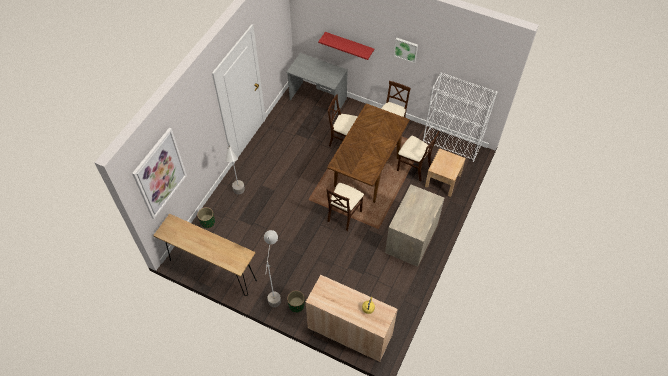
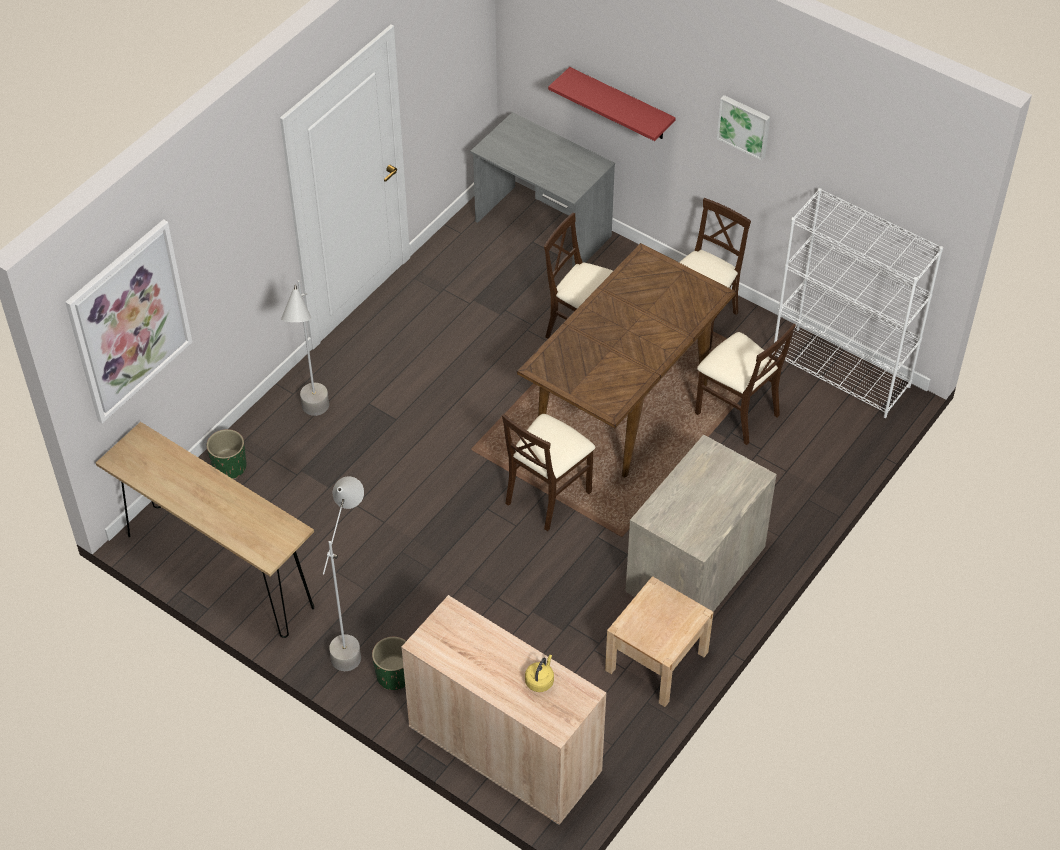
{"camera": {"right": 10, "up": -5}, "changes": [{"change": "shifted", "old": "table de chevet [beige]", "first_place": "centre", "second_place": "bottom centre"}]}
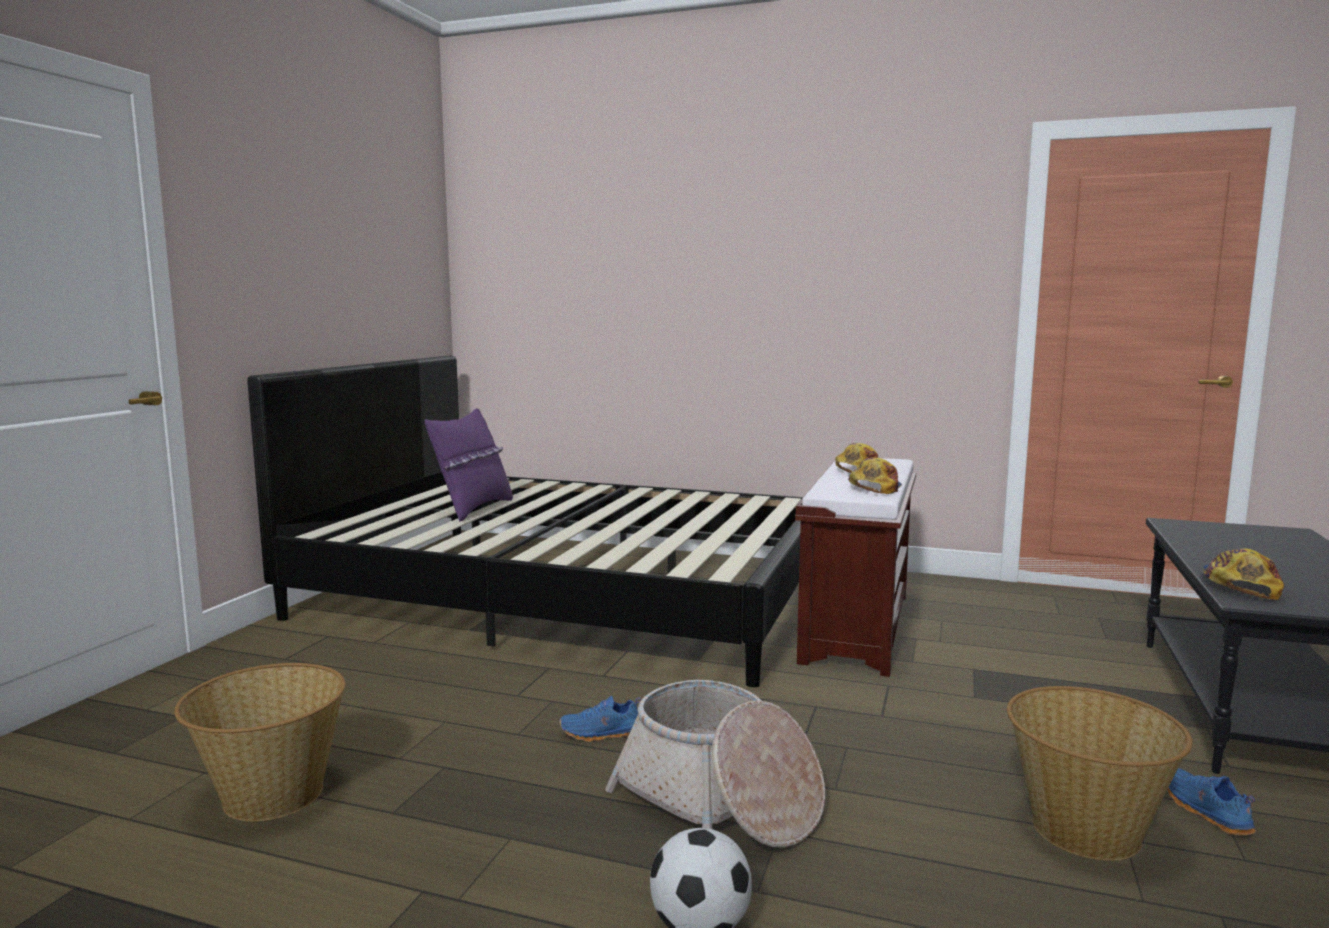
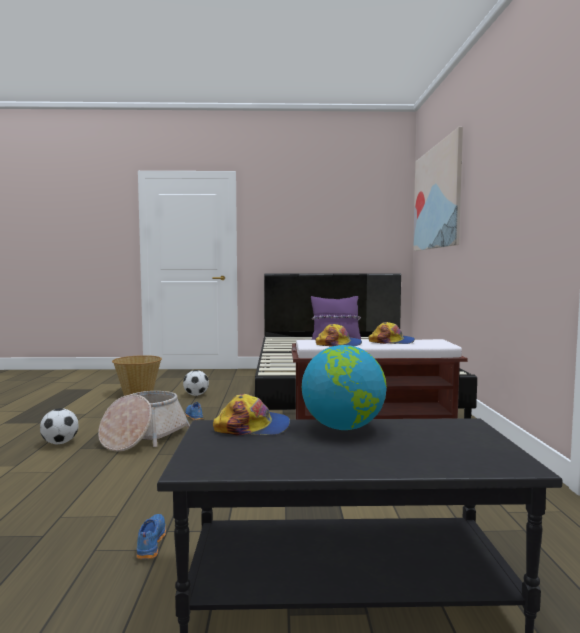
{"camera": {"right": 70, "up": -5}, "changes": [{"change": "gone", "old": "panier (no. 3 from left)", "first_place": "bottom right"}, {"change": "rotated", "old": "chaussure [bleu] (no. 2 from left in the first image)", "first_place": "bottom right", "second_place": "bottom left", "degrees": -60}, {"change": "new", "new": "tableau", "second_place": "top right"}, {"change": "new", "new": "globe", "second_place": "centre"}, {"change": "new", "new": "ballon de foot (no. 2 from left)", "second_place": "centre"}]}
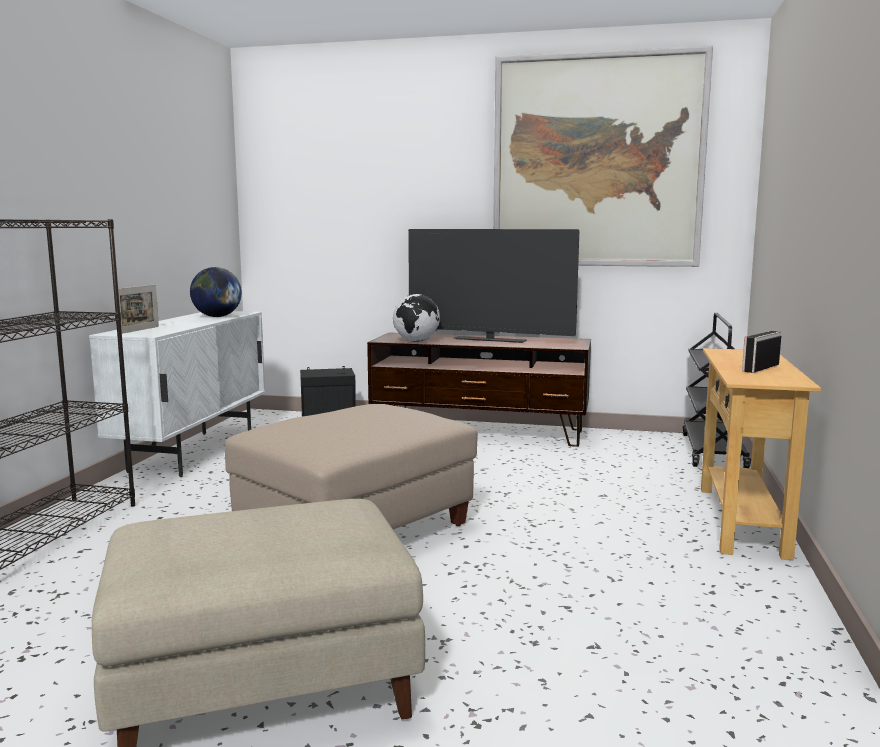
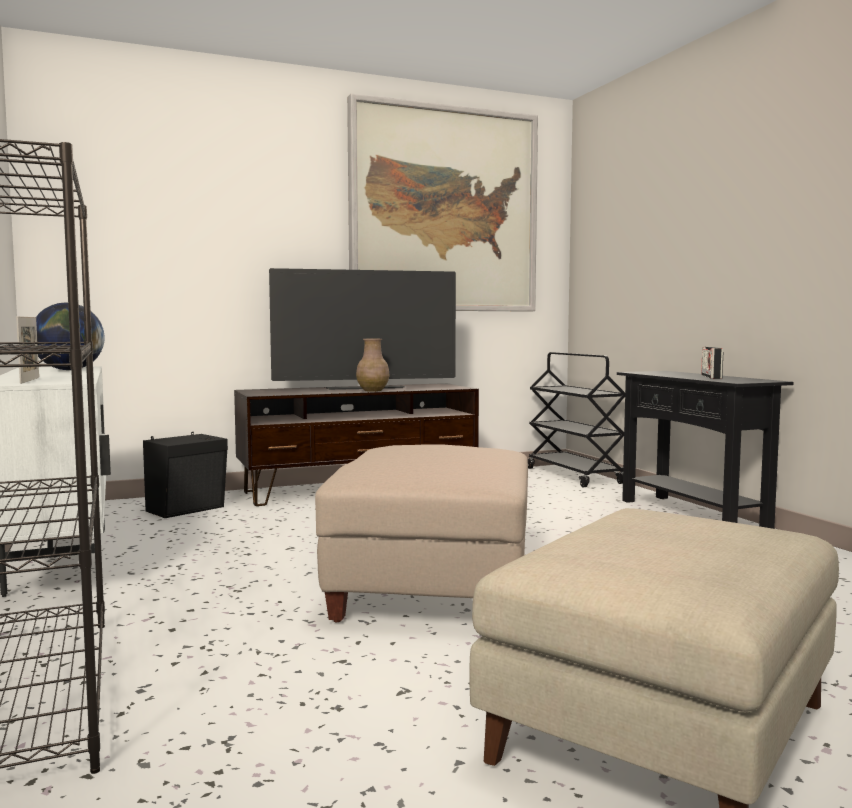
{"camera": {"right": -35, "up": -5}, "changes": [{"change": "gone", "old": "globe (no. 2 from left)", "first_place": "centre"}, {"change": "repainted", "old": "table console [beige]", "new": "table console [noir]", "first_place": "middle right", "second_place": "middle right"}, {"change": "new", "new": "vase [marron]", "second_place": "centre"}]}
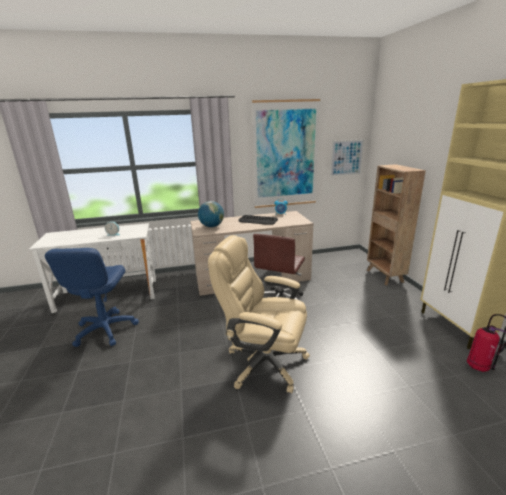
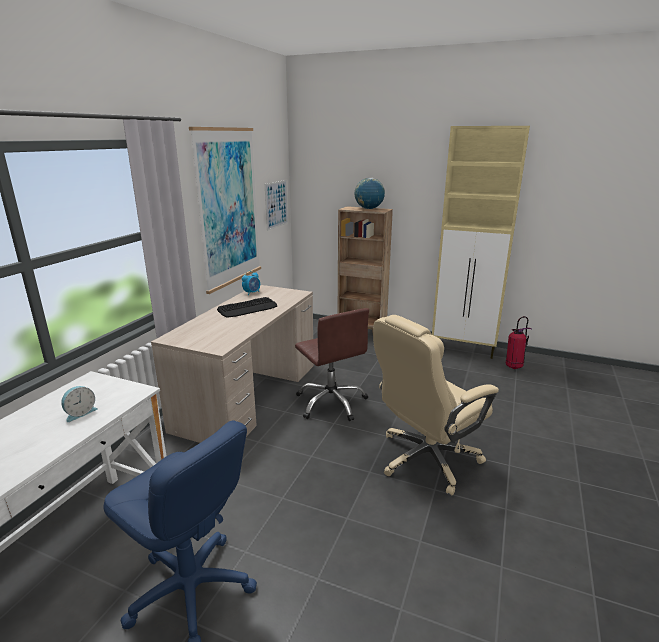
{"camera": {"right": -55, "up": 0}, "changes": [{"change": "shifted", "old": "globe", "first_place": "centre", "second_place": "top centre"}]}
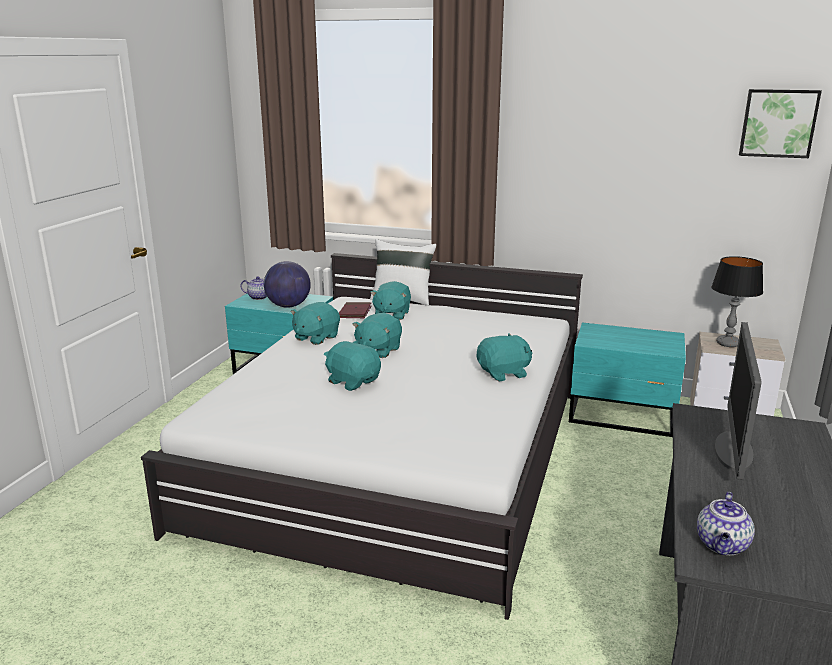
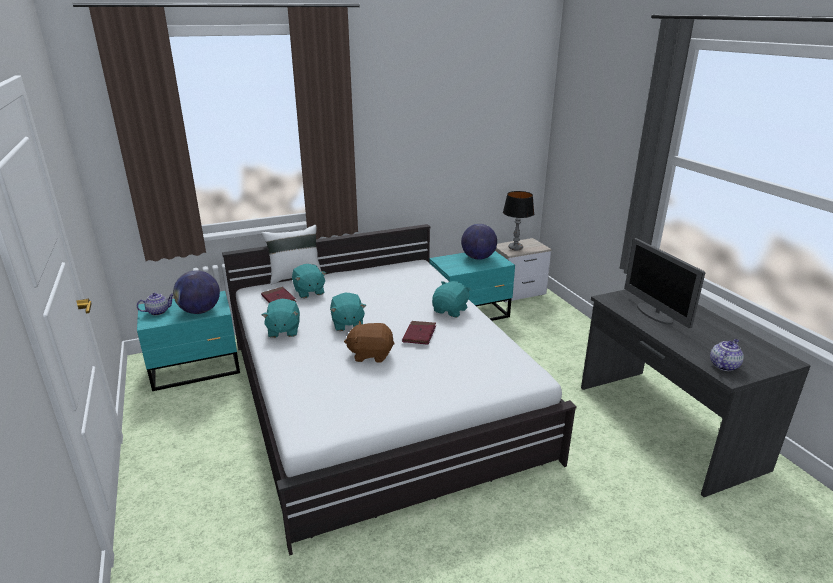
{"camera": {"right": -40, "up": 5}, "changes": [{"change": "gone", "old": "tableau", "first_place": "top right"}, {"change": "repainted", "old": "peluche [turquoise] (no. 2 from left)", "new": "peluche [marron]", "first_place": "centre", "second_place": "centre"}, {"change": "rotated", "old": "théière (no. 2 from left)", "first_place": "bottom right", "second_place": "middle right", "degrees": -120}, {"change": "new", "new": "globe (no. 2 from left)", "second_place": "centre"}, {"change": "new", "new": "livre [rouge] (no. 2 from left)", "second_place": "centre"}]}
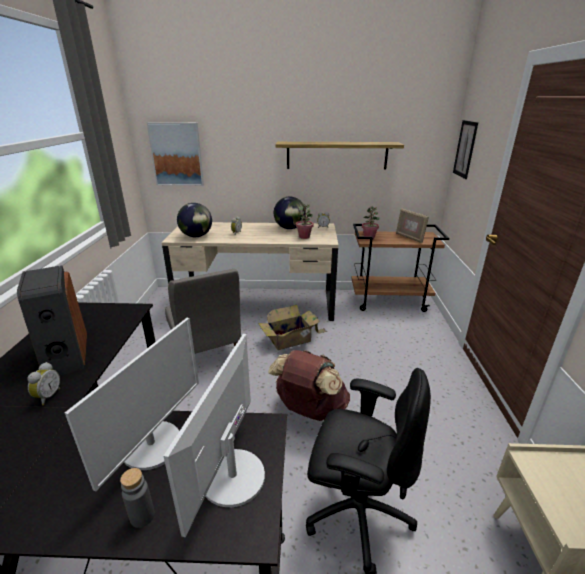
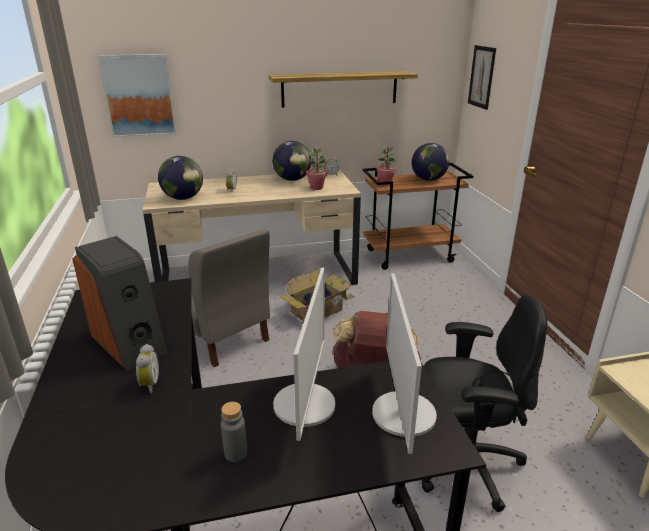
{"camera": {"right": -15, "up": 0}, "changes": [{"change": "swapped", "old": "cadre photo", "new": "globe (no. 3 from left)", "first_place": "middle right", "second_place": "top centre"}, {"change": "shifted", "old": "bouteille [gris]", "first_place": "bottom left", "second_place": "bottom centre"}]}
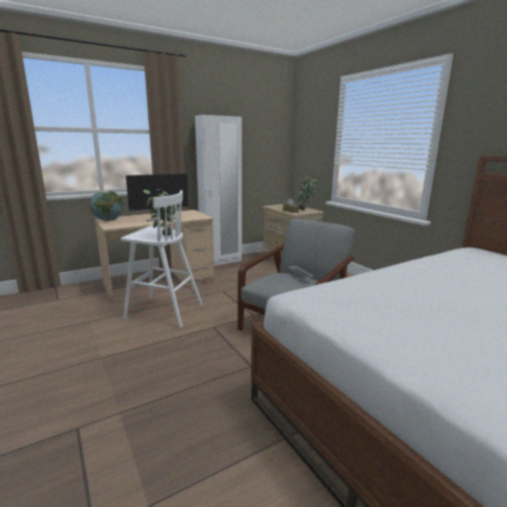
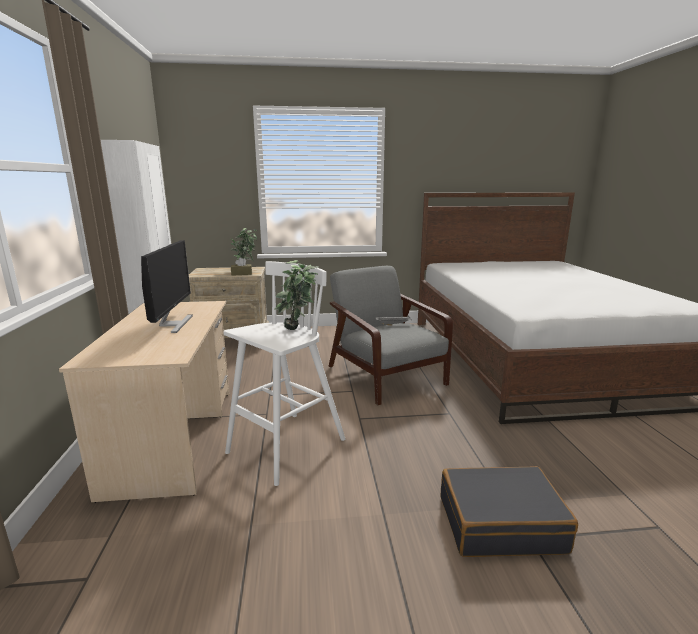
{"camera": {"right": -65, "up": 0}, "changes": [{"change": "gone", "old": "globe", "first_place": "middle left"}, {"change": "new", "new": "valise [noir]", "second_place": "bottom right"}]}
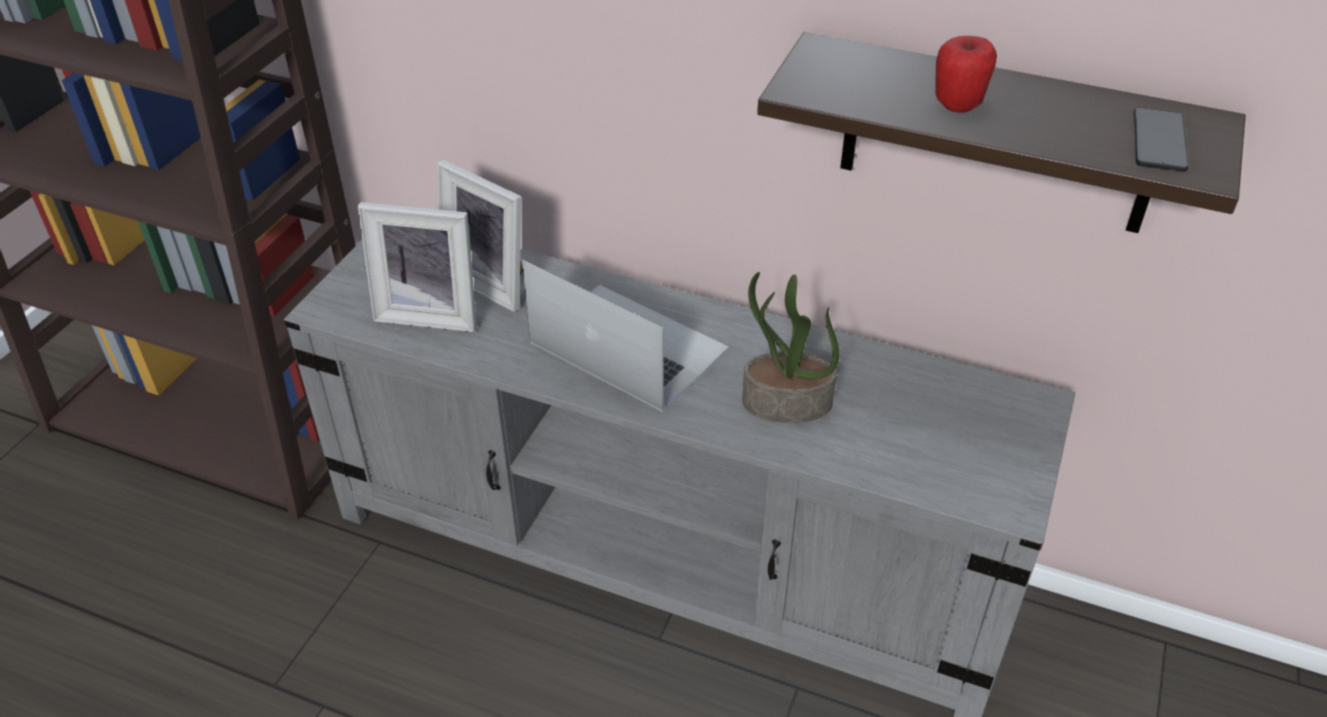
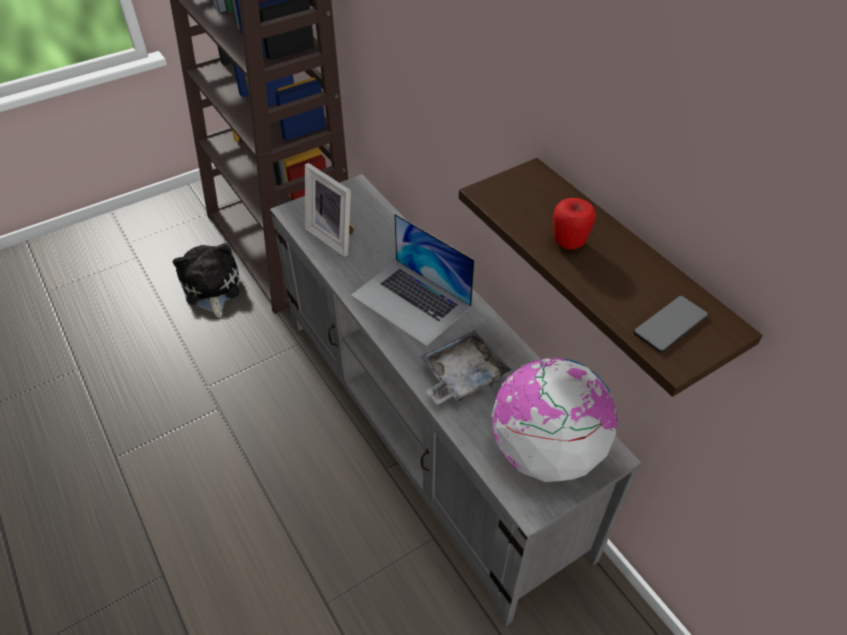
{"camera": {"right": 35, "up": 5}, "changes": [{"change": "gone", "old": "cadre photo (no. 2 from left)", "first_place": "top centre"}, {"change": "rotated", "old": "ordinateur portable", "first_place": "centre", "second_place": "centre", "degrees": 150}, {"change": "swapped", "old": "plante en pot", "new": "plateau [gris]", "first_place": "centre", "second_place": "centre"}, {"change": "new", "new": "peluche", "second_place": "middle left"}, {"change": "new", "new": "globe", "second_place": "centre"}]}
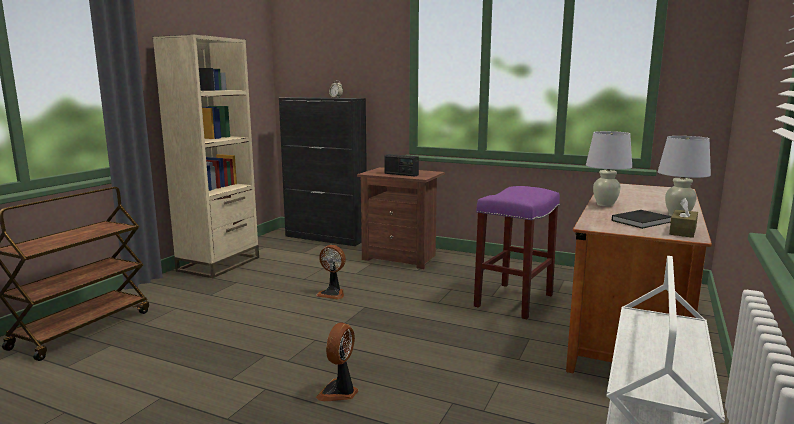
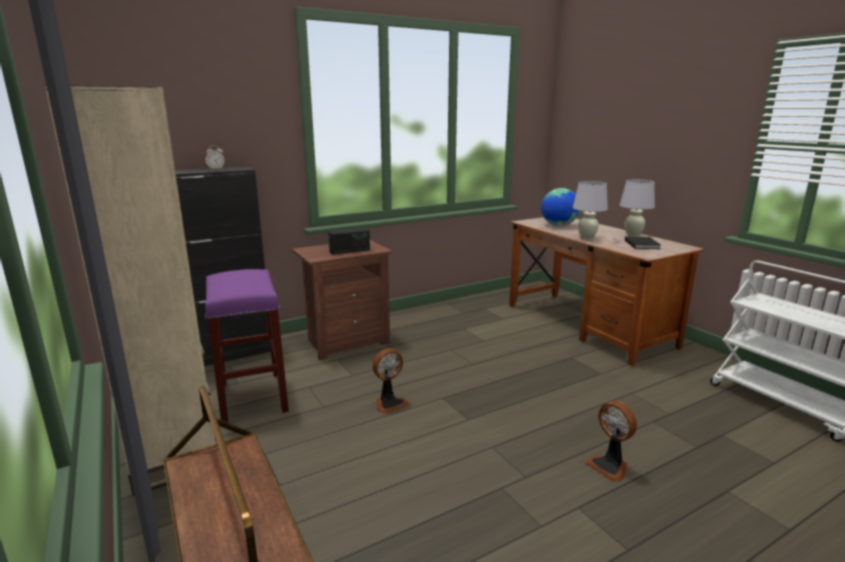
{"camera": {"right": -55, "up": 5}, "changes": [{"change": "shifted", "old": "tabouret [violet]", "first_place": "centre", "second_place": "middle left"}, {"change": "gone", "old": "boîte à mouchoirs [marron]", "first_place": "middle right"}, {"change": "new", "new": "globe", "second_place": "centre"}]}
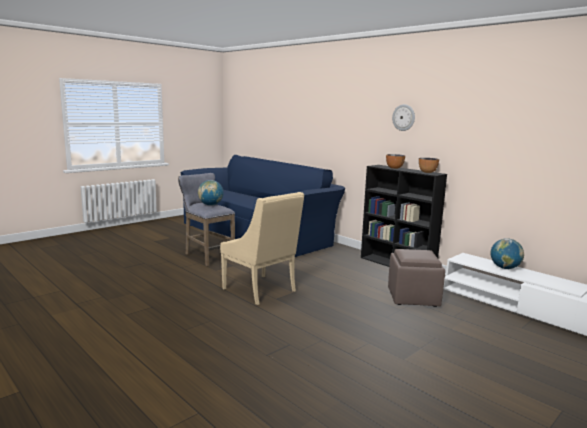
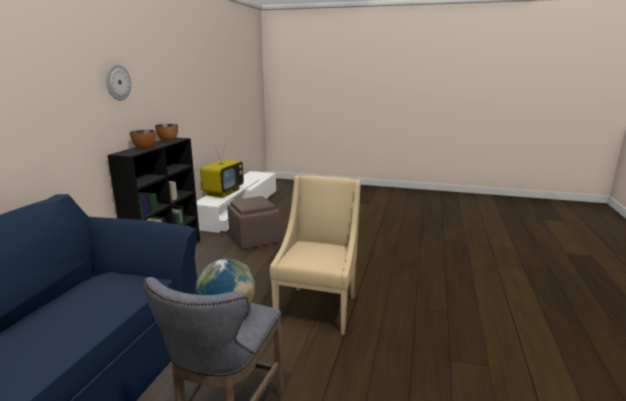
{"camera": {"right": -120, "up": 5}, "changes": [{"change": "swapped", "old": "globe (no. 2 from left)", "new": "téléviseur", "first_place": "middle right", "second_place": "centre"}]}
